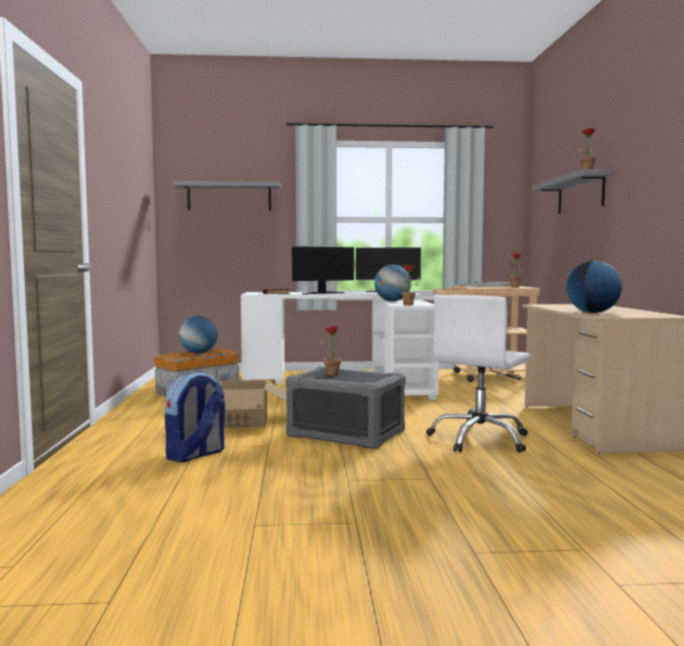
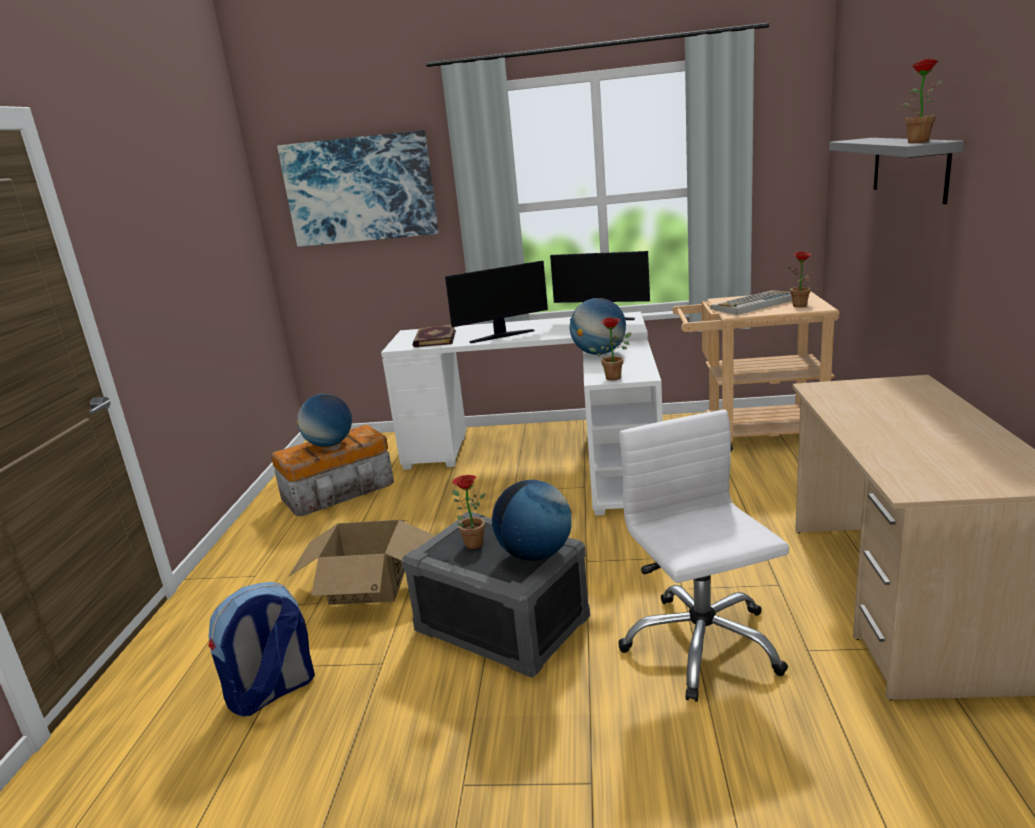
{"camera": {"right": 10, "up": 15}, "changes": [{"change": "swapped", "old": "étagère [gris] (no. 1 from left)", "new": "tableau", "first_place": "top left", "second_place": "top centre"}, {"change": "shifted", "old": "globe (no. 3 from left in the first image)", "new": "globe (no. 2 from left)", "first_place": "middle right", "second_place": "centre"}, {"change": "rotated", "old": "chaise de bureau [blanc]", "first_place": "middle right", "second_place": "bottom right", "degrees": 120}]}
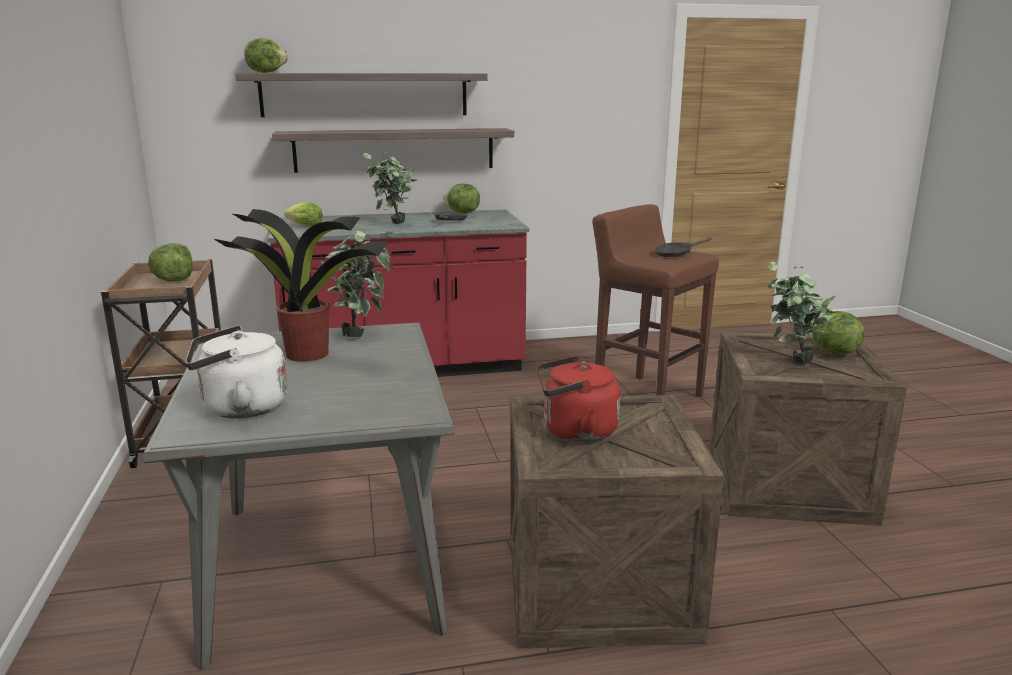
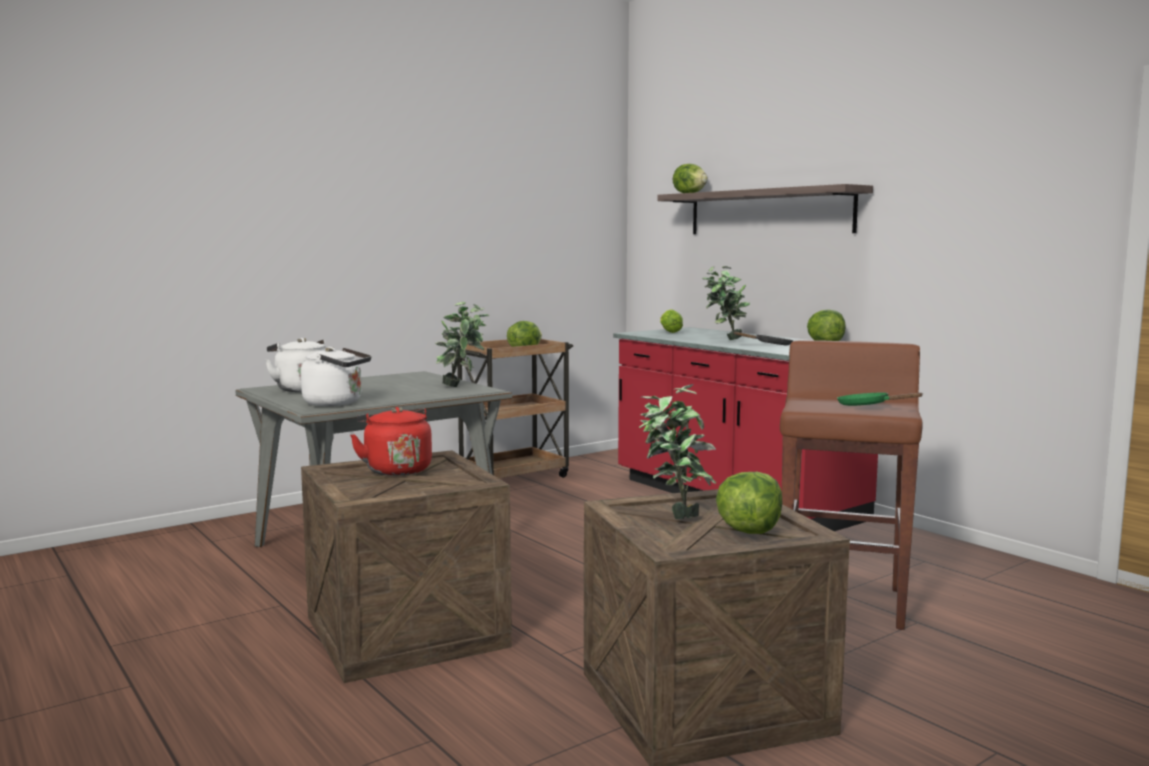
{"camera": {"right": 65, "up": -10}, "changes": [{"change": "gone", "old": "étagère (no. 2 from left)", "first_place": "top centre"}, {"change": "gone", "old": "plante en pot (no. 1 from left)", "first_place": "middle left"}, {"change": "repainted", "old": "poêle [noir] (no. 2 from left)", "new": "poêle [vert]", "first_place": "middle right", "second_place": "middle right"}, {"change": "new", "new": "bouilloire [blanc] (no. 2 from left)", "second_place": "middle left"}]}
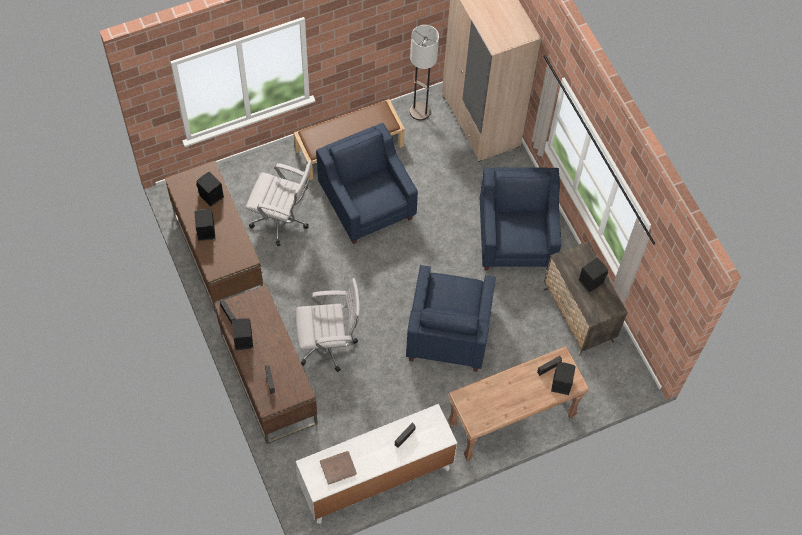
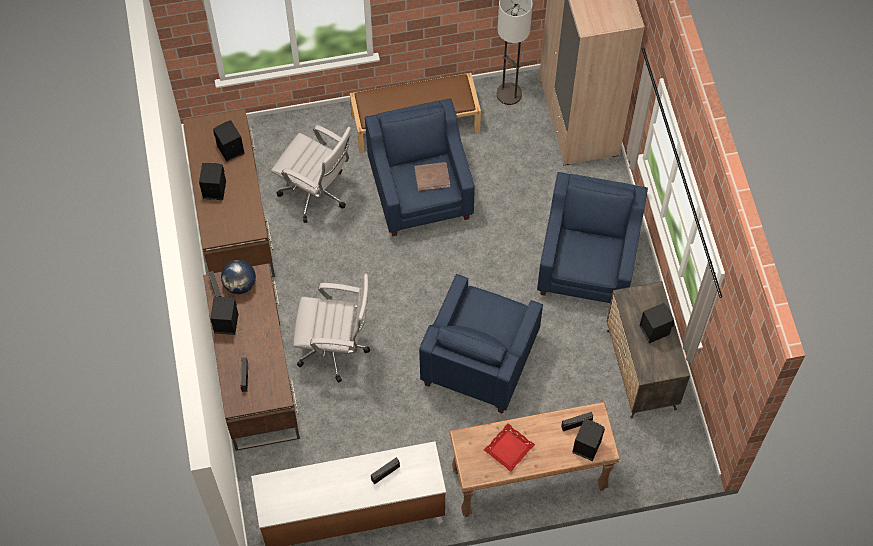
{"camera": {"right": 15, "up": 0}, "changes": [{"change": "shifted", "old": "livre [marron]", "first_place": "bottom centre", "second_place": "top centre"}, {"change": "new", "new": "globe", "second_place": "middle left"}, {"change": "new", "new": "plateau [rouge]", "second_place": "bottom centre"}]}
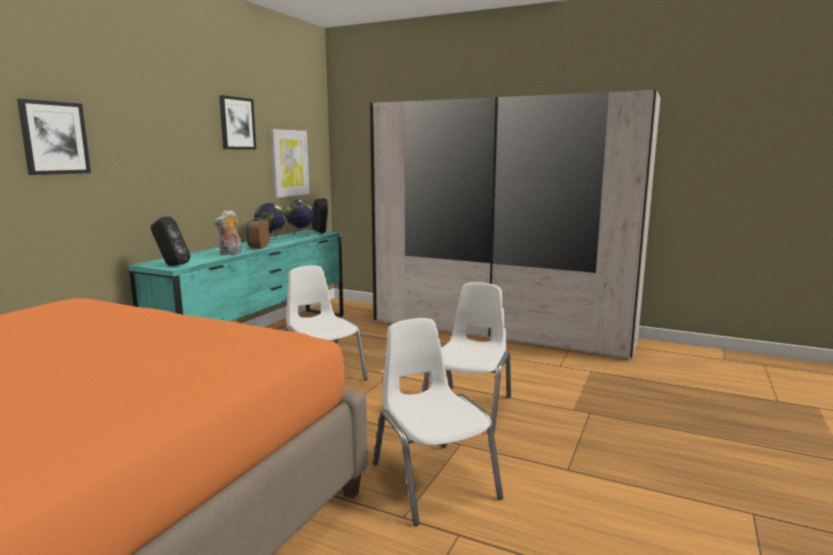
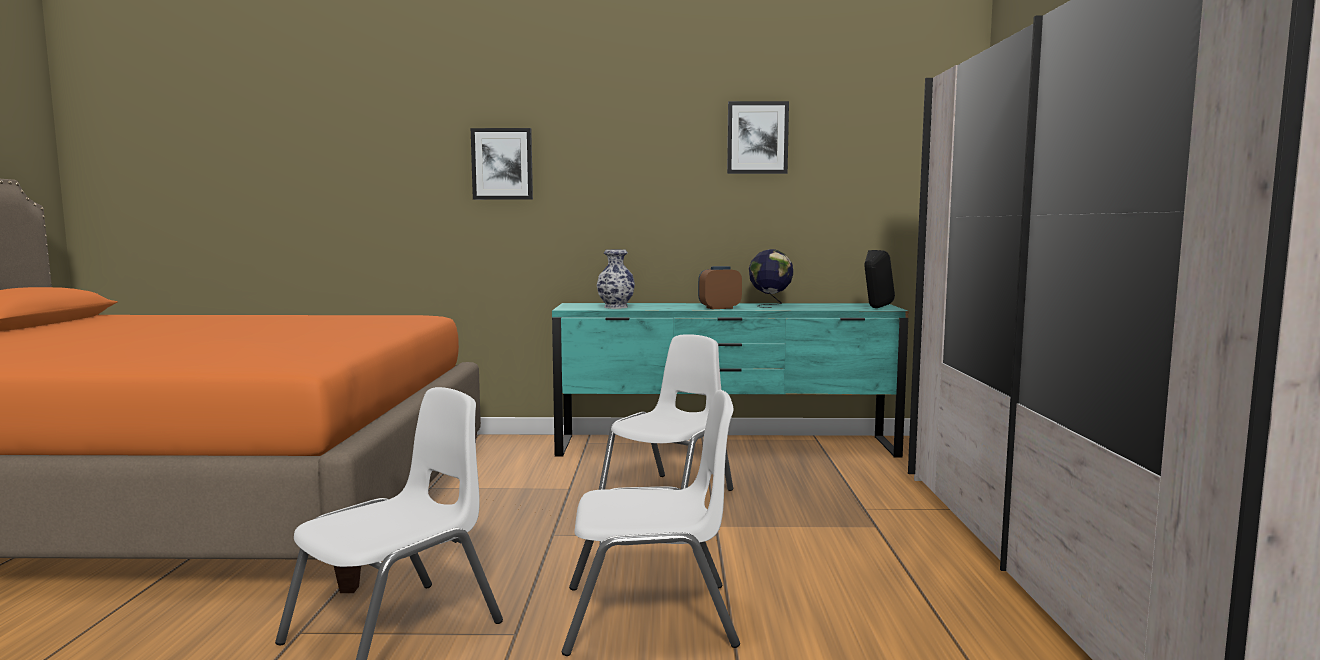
{"camera": {"right": 65, "up": -5}, "changes": [{"change": "gone", "old": "tableau (no. 3 from left)", "first_place": "top centre"}, {"change": "gone", "old": "globe (no. 2 from left)", "first_place": "centre"}, {"change": "gone", "old": "peluche", "first_place": "middle left"}, {"change": "gone", "old": "enceinte [noir] (no. 1 from left)", "first_place": "middle left"}, {"change": "new", "new": "vase", "second_place": "centre"}]}
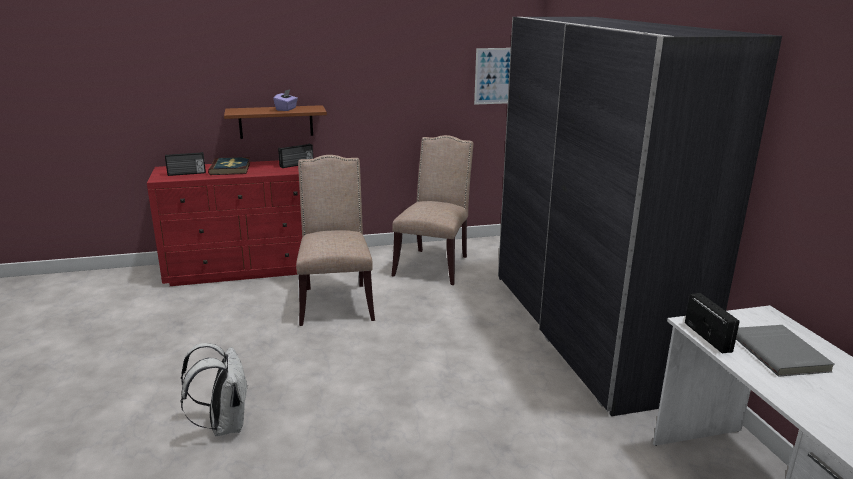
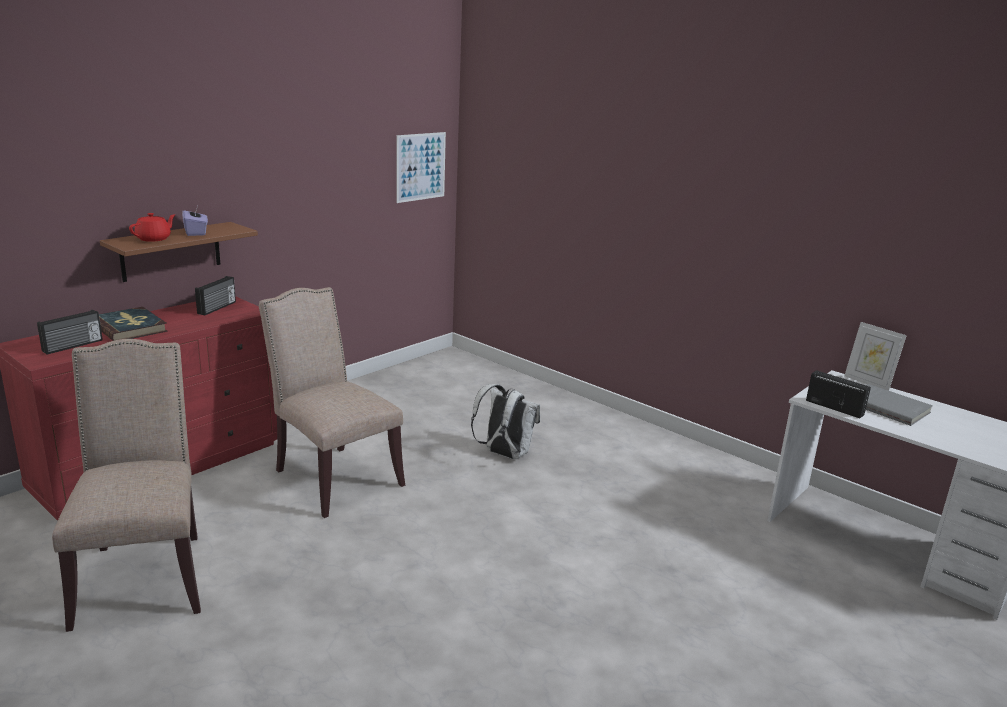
{"camera": {"right": -35, "up": 0}, "changes": [{"change": "gone", "old": "armoire [gris]", "first_place": "middle right"}, {"change": "shifted", "old": "chaise [beige] (no. 2 from left in the first image)", "new": "chaise [beige] (no. 1 from left)", "first_place": "centre", "second_place": "bottom left"}, {"change": "shifted", "old": "sac à dos [blanc]", "first_place": "bottom left", "second_place": "centre"}, {"change": "new", "new": "théière [rouge]", "second_place": "top left"}, {"change": "new", "new": "cadre photo", "second_place": "middle right"}]}
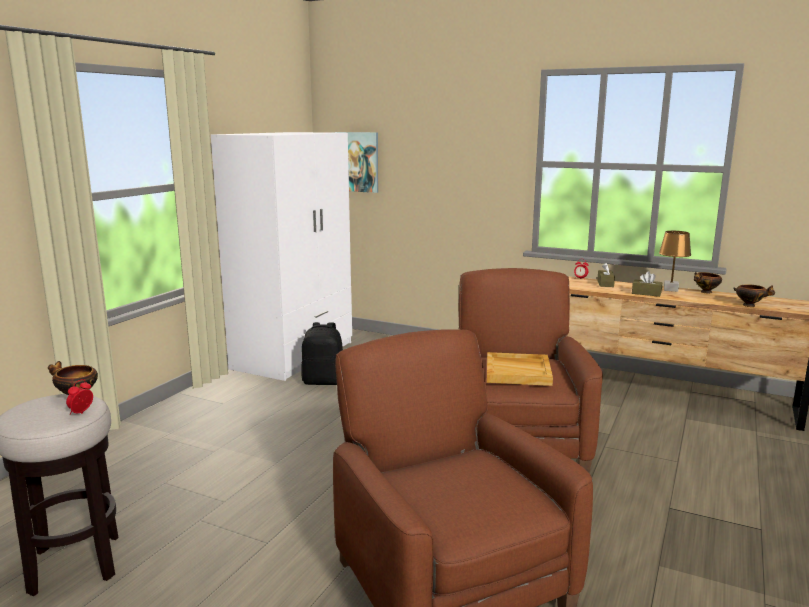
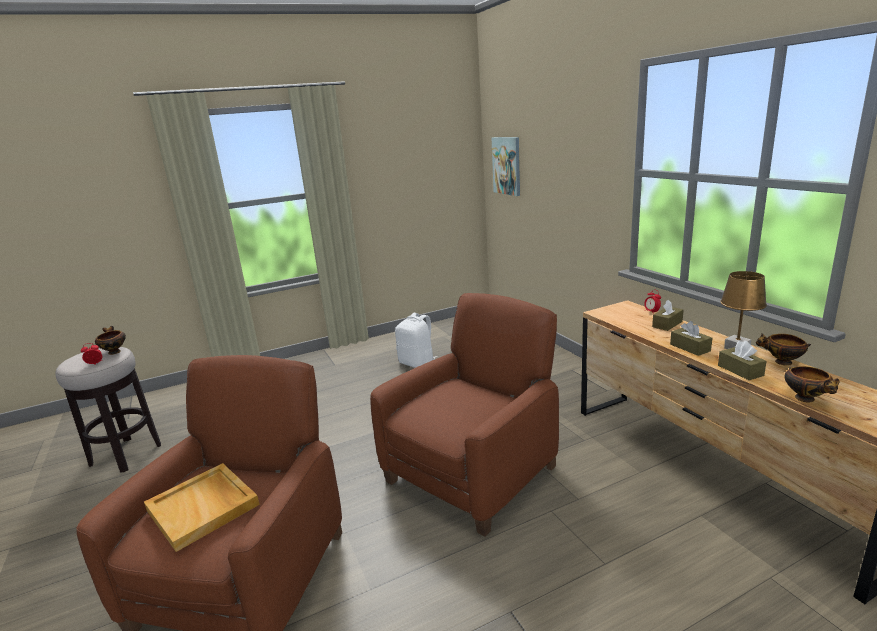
{"camera": {"right": 40, "up": 5}, "changes": [{"change": "gone", "old": "armoire [blanc]", "first_place": "centre"}, {"change": "repainted", "old": "sac à dos [noir]", "new": "sac à dos [blanc]", "first_place": "centre", "second_place": "centre"}, {"change": "shifted", "old": "plateau [beige]", "first_place": "centre", "second_place": "bottom left"}, {"change": "new", "new": "boîte à mouchoirs [marron] (no. 3 from left)", "second_place": "middle right"}]}
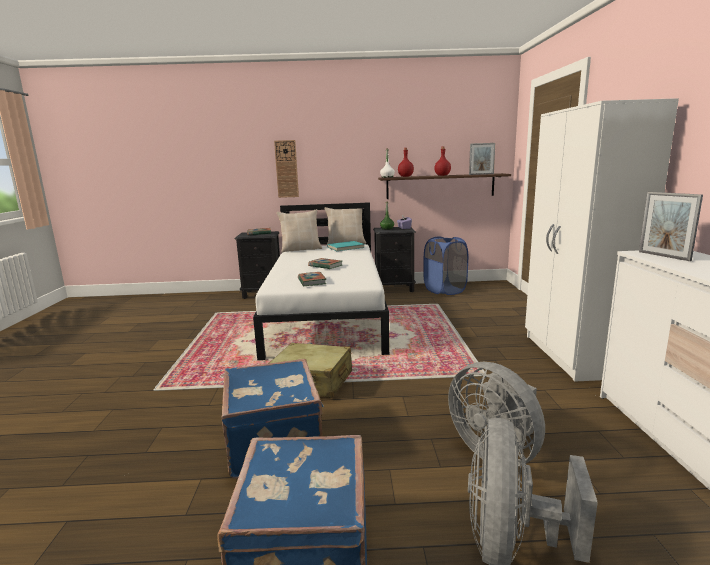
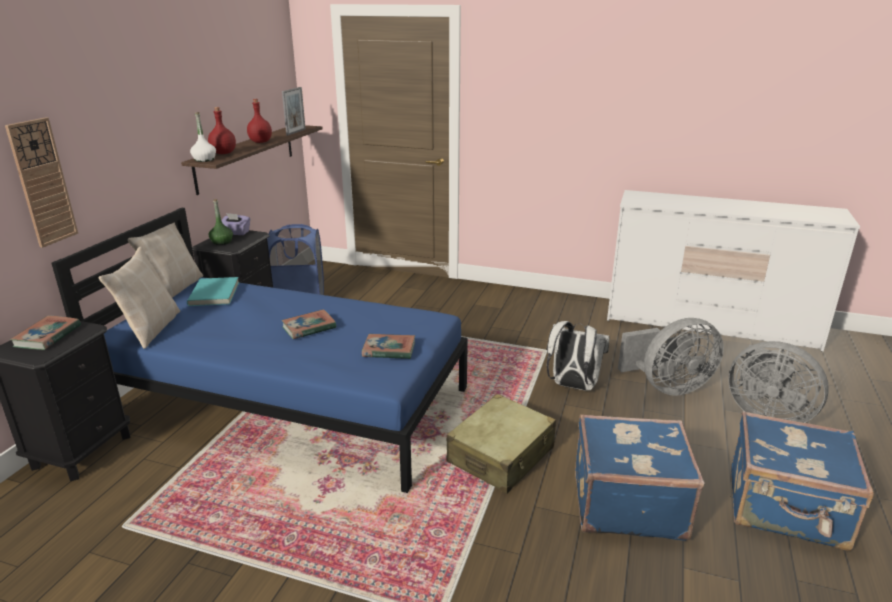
{"camera": {"right": -70, "up": 10}, "changes": [{"change": "gone", "old": "armoire [blanc]", "first_place": "middle right"}, {"change": "gone", "old": "cadre photo (no. 2 from left)", "first_place": "middle right"}, {"change": "repainted", "old": "lit [blanc]", "new": "lit [bleu]", "first_place": "centre", "second_place": "middle left"}, {"change": "new", "new": "sac à dos [blanc]", "second_place": "centre"}]}
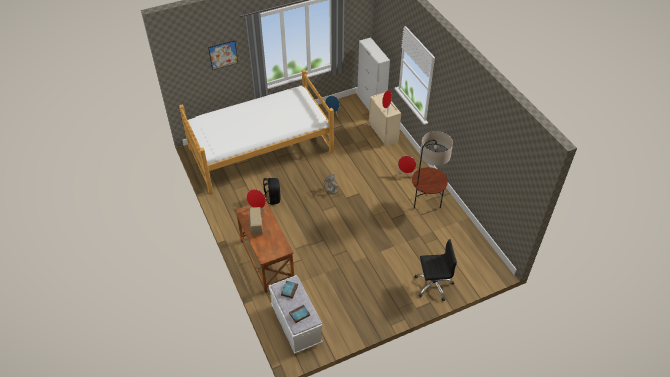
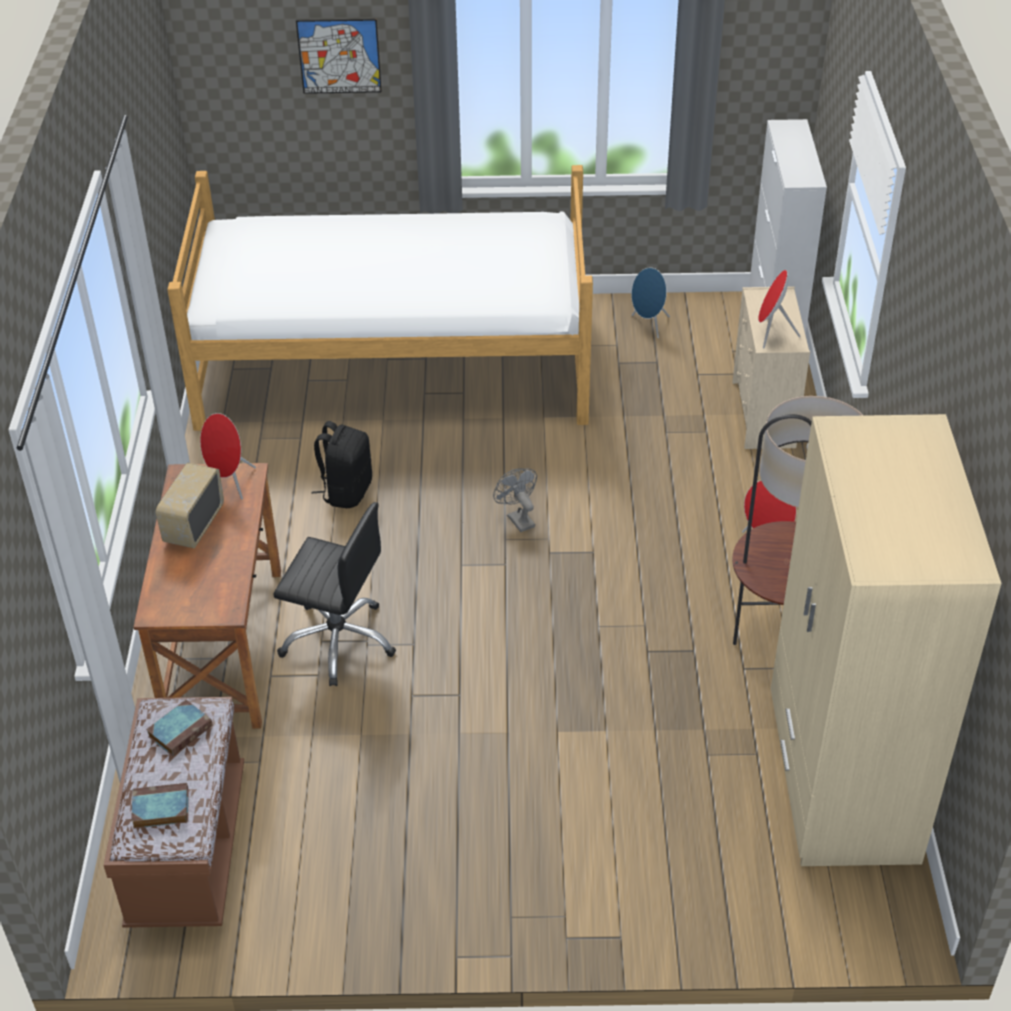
{"camera": {"right": 25, "up": -5}, "changes": [{"change": "shifted", "old": "chaise de bureau [noir]", "first_place": "bottom centre", "second_place": "middle left"}, {"change": "repainted", "old": "banc [blanc]", "new": "banc [marron]", "first_place": "bottom centre", "second_place": "bottom left"}, {"change": "new", "new": "armoire [beige]", "second_place": "middle right"}]}
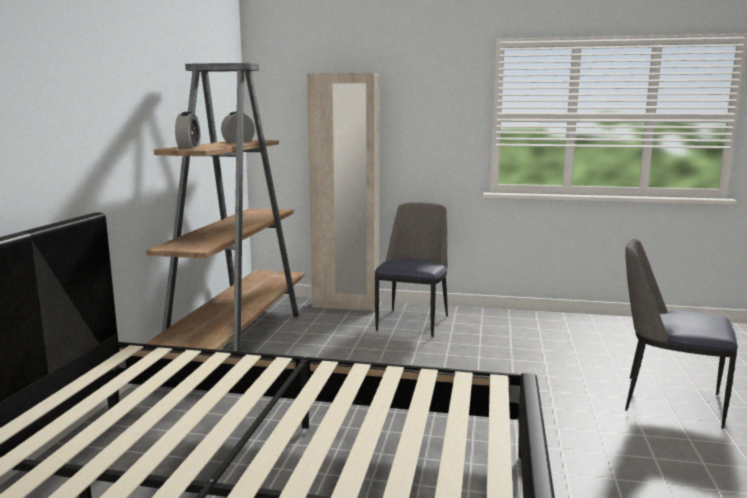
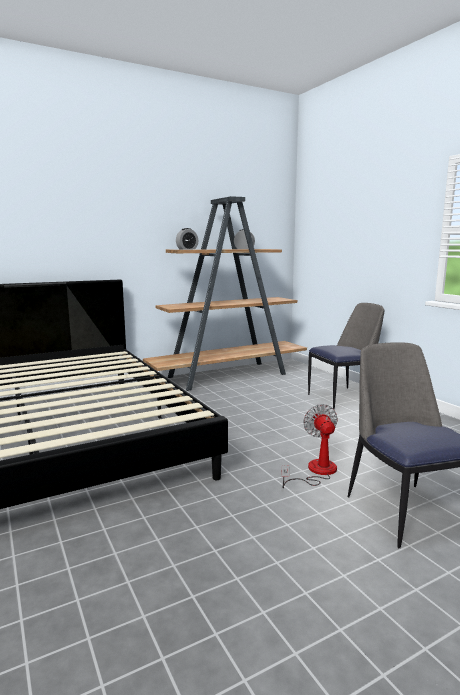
{"camera": {"right": 50, "up": 0}, "changes": [{"change": "gone", "old": "armoire [beige]", "first_place": "centre"}, {"change": "new", "new": "ventilateur", "second_place": "middle right"}]}
